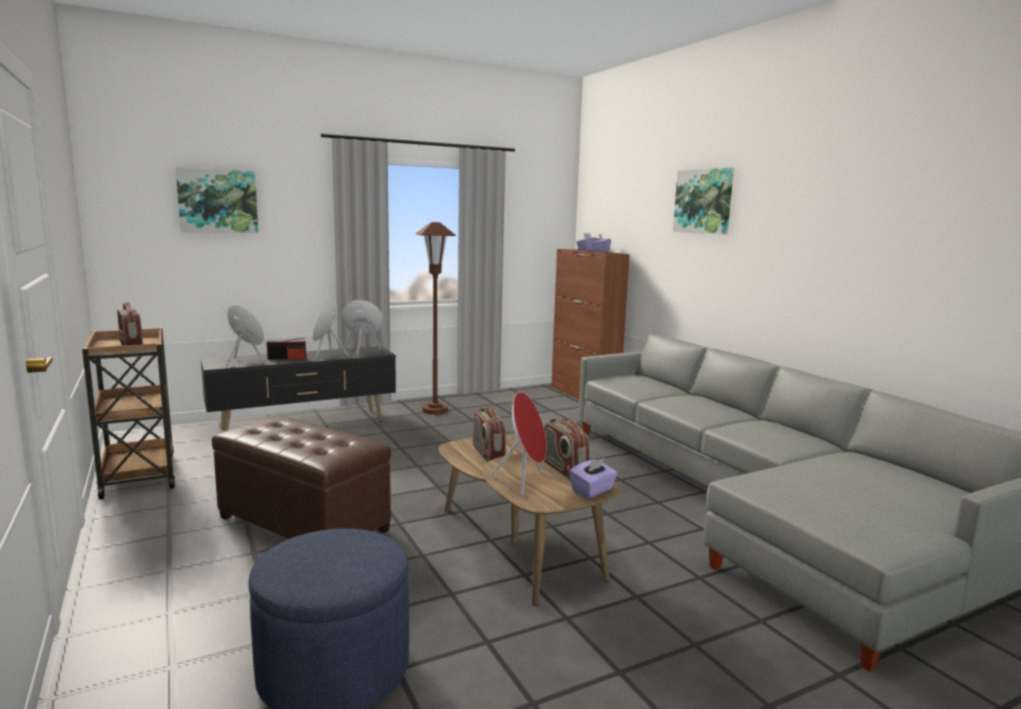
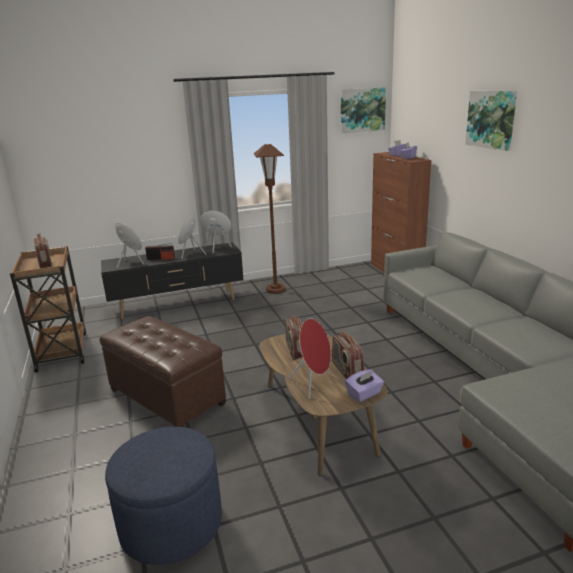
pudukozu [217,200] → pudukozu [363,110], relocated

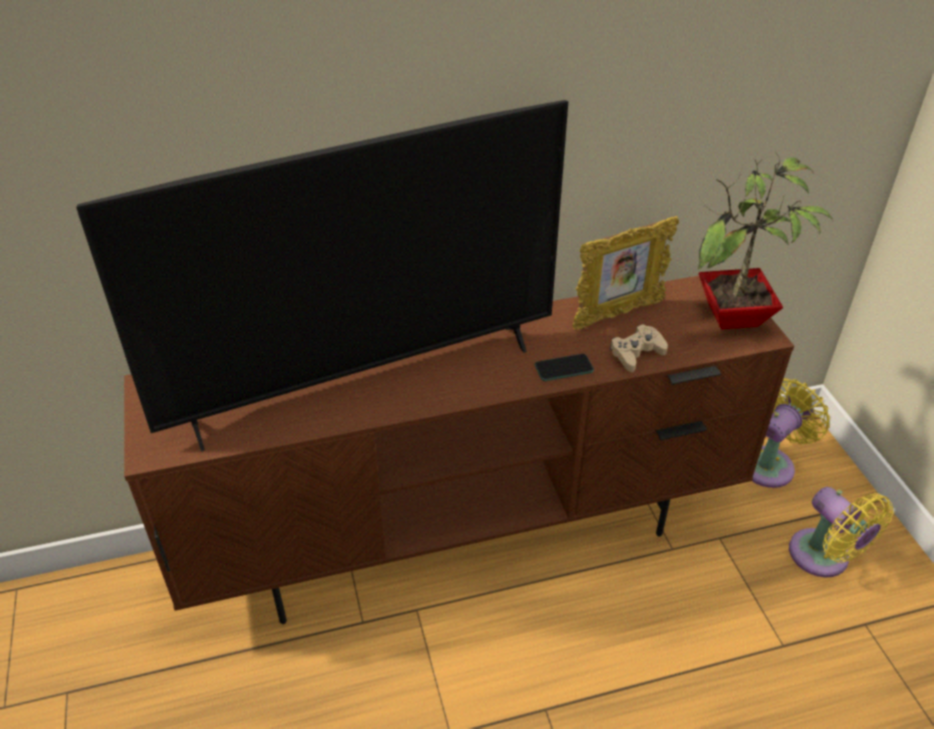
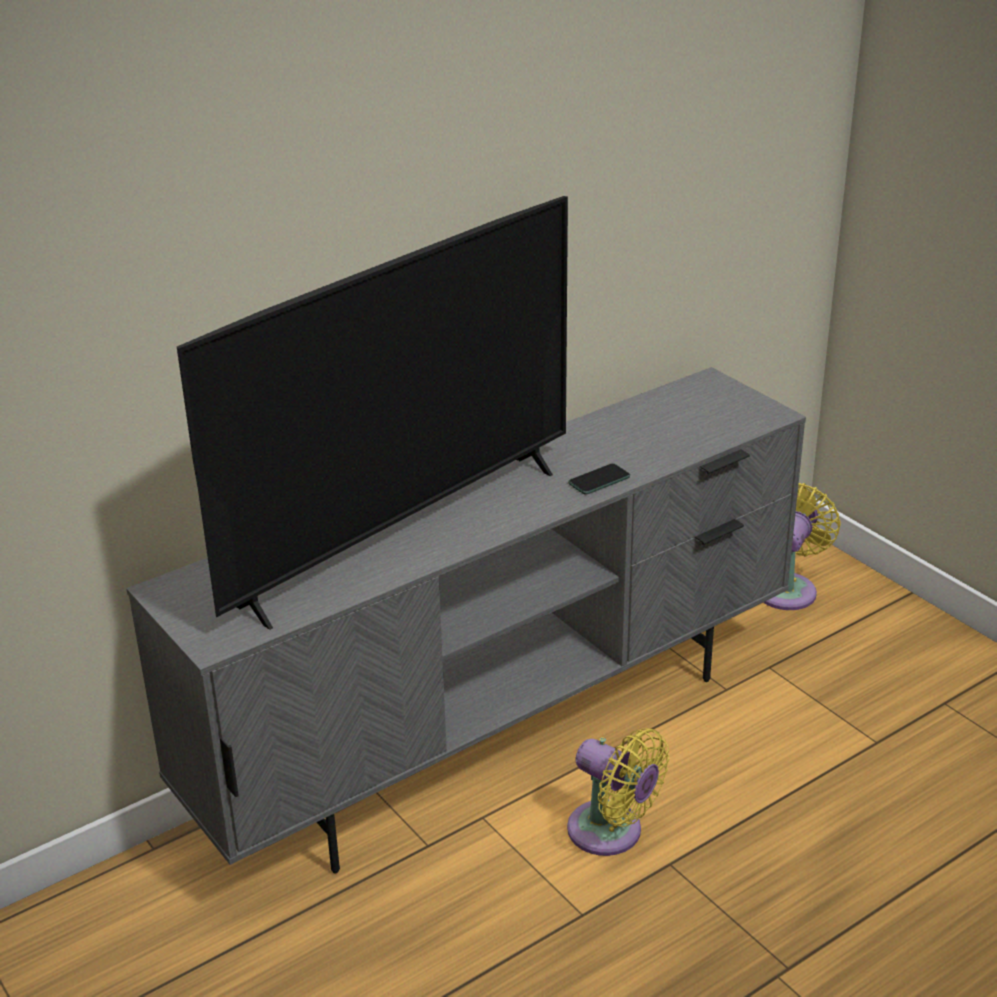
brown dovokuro [459,450] → grey dovokuro [466,620]
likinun [625,273] → -
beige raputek [639,348] → -
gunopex [765,240] → -
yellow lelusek [841,532] → yellow lelusek [618,792], relocated

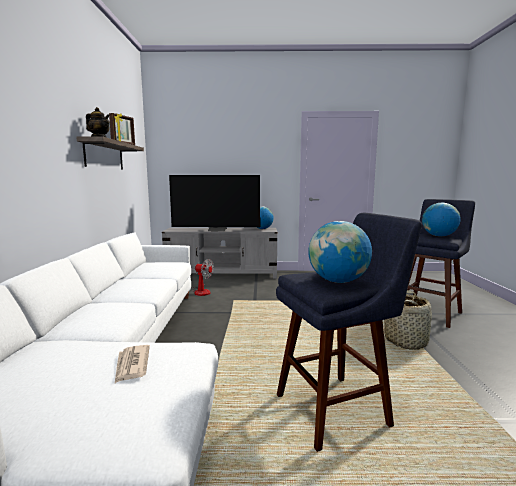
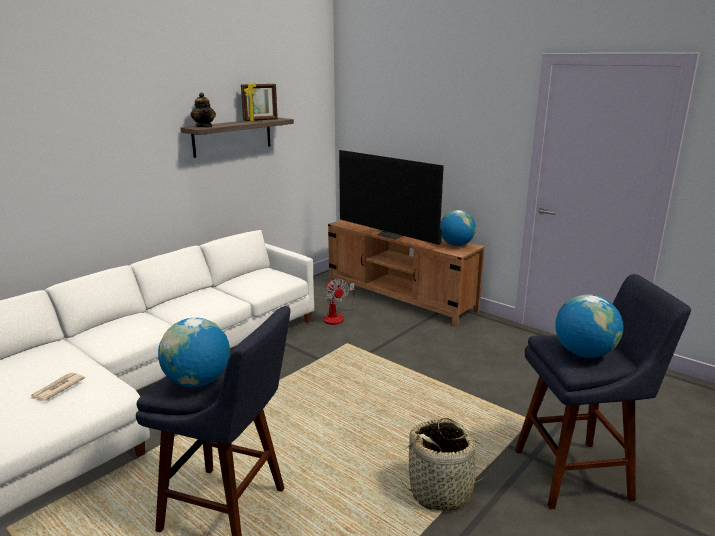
grey dovokuro [220,253] → brown dovokuro [406,273]

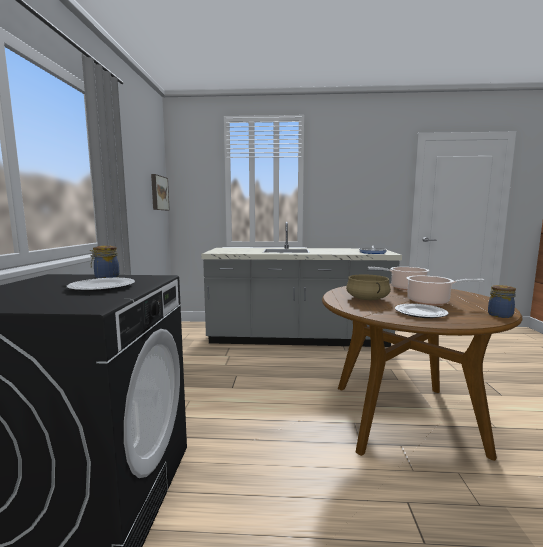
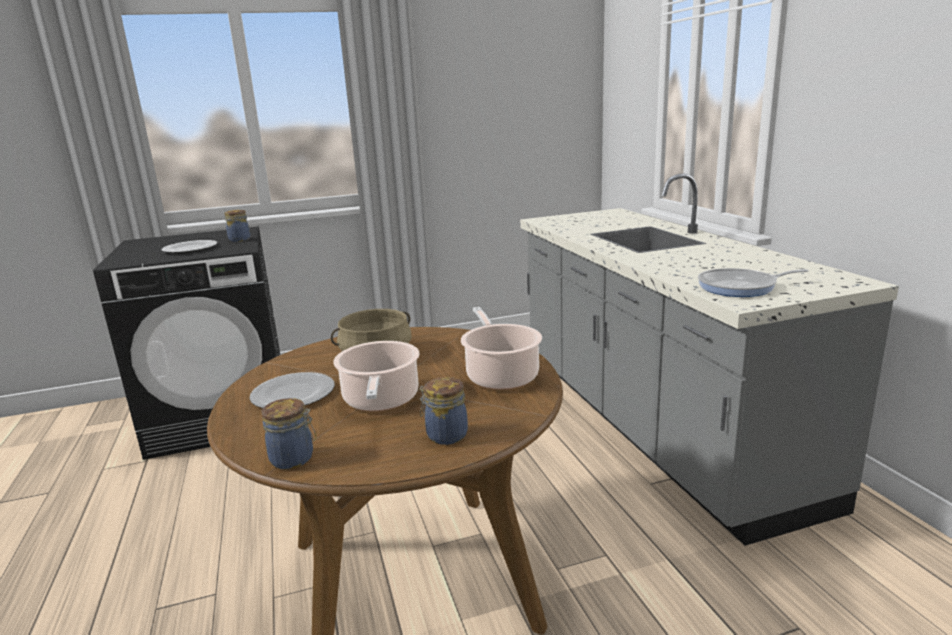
pudukozu [160,192] → -
- → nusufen [444,411]

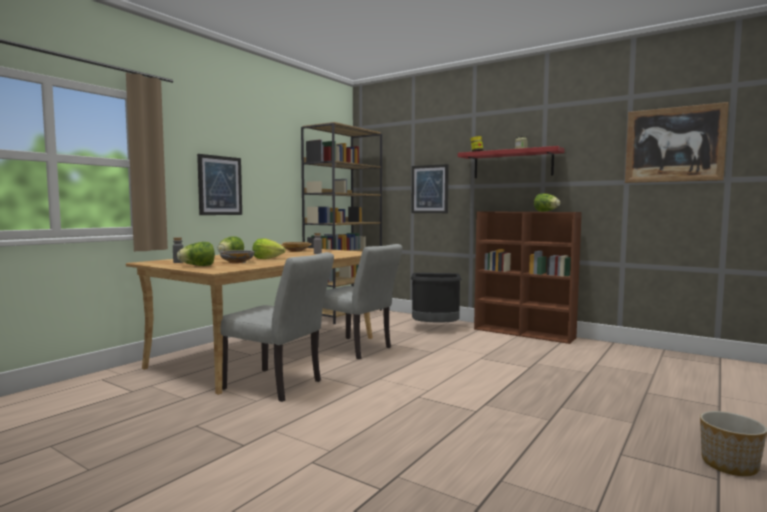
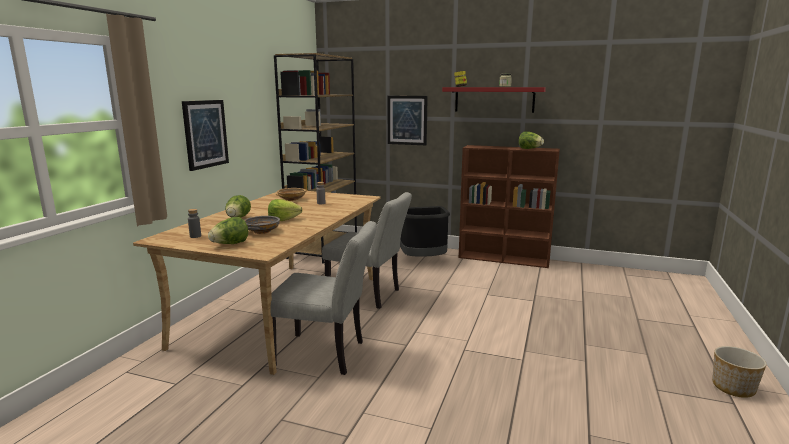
pudukozu [677,142] → -

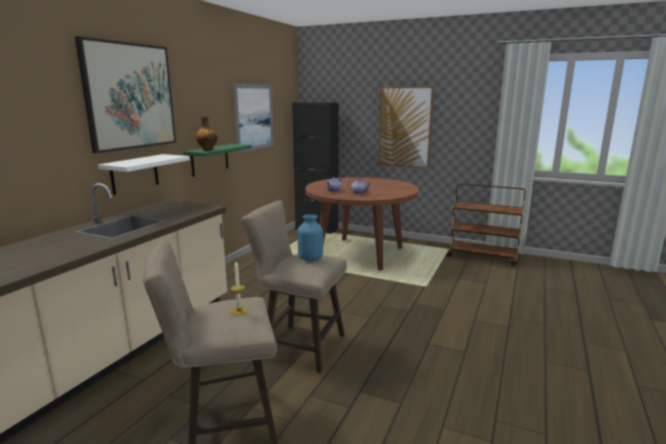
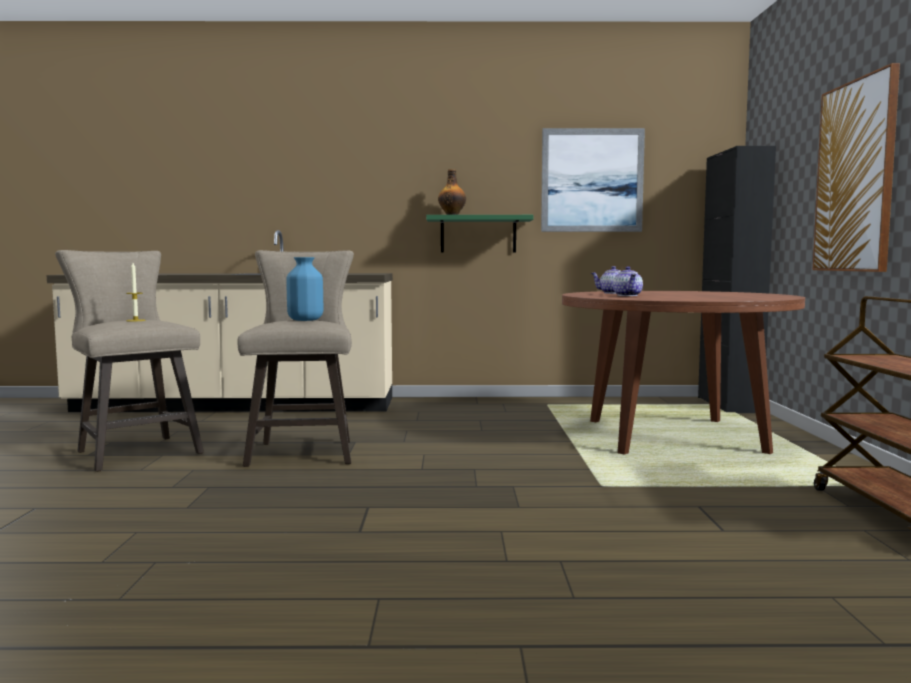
pudukozu [125,94] → -
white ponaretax [144,174] → -

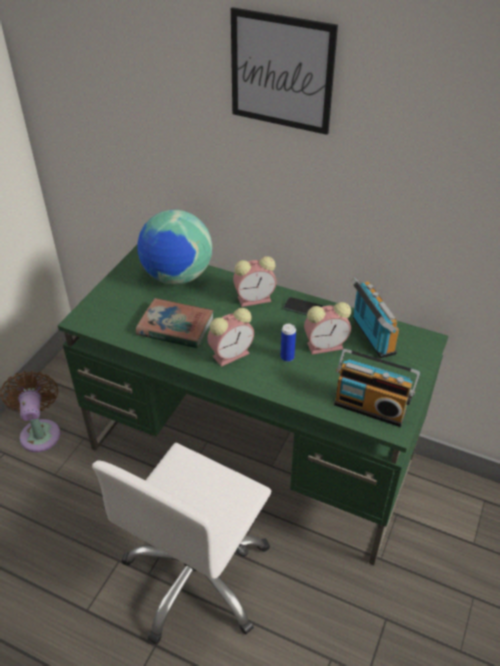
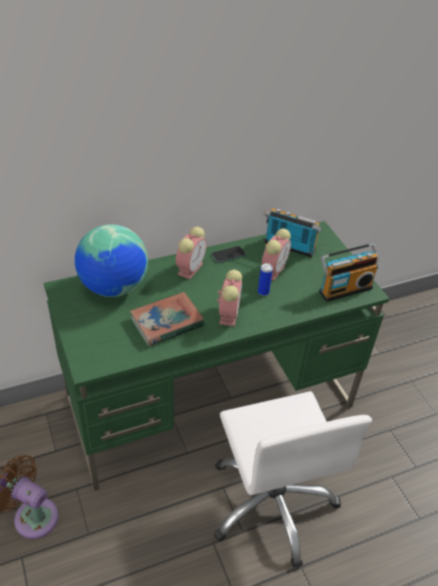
pudukozu [284,71] → -

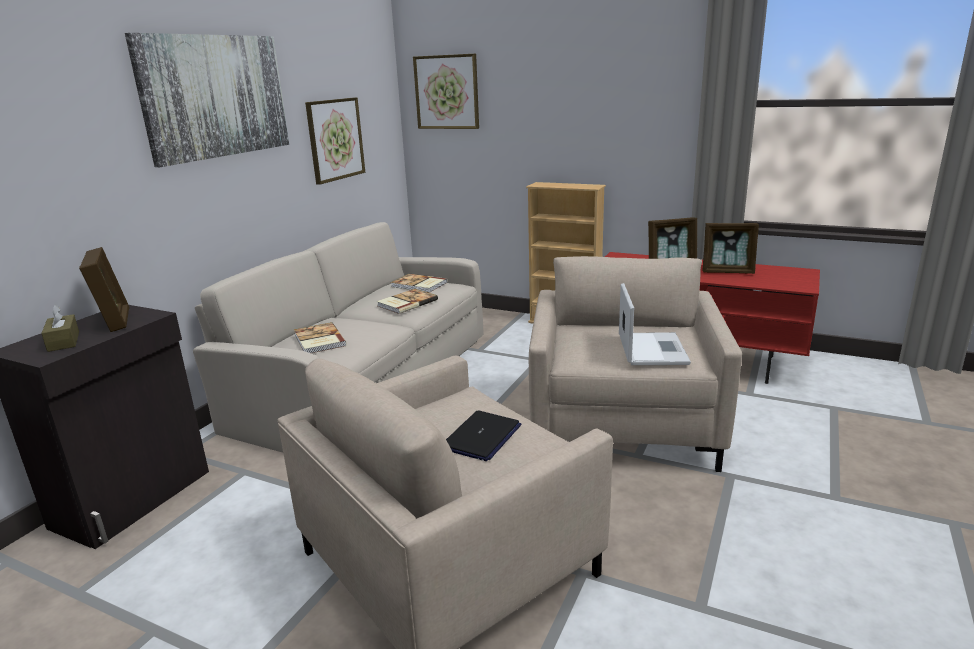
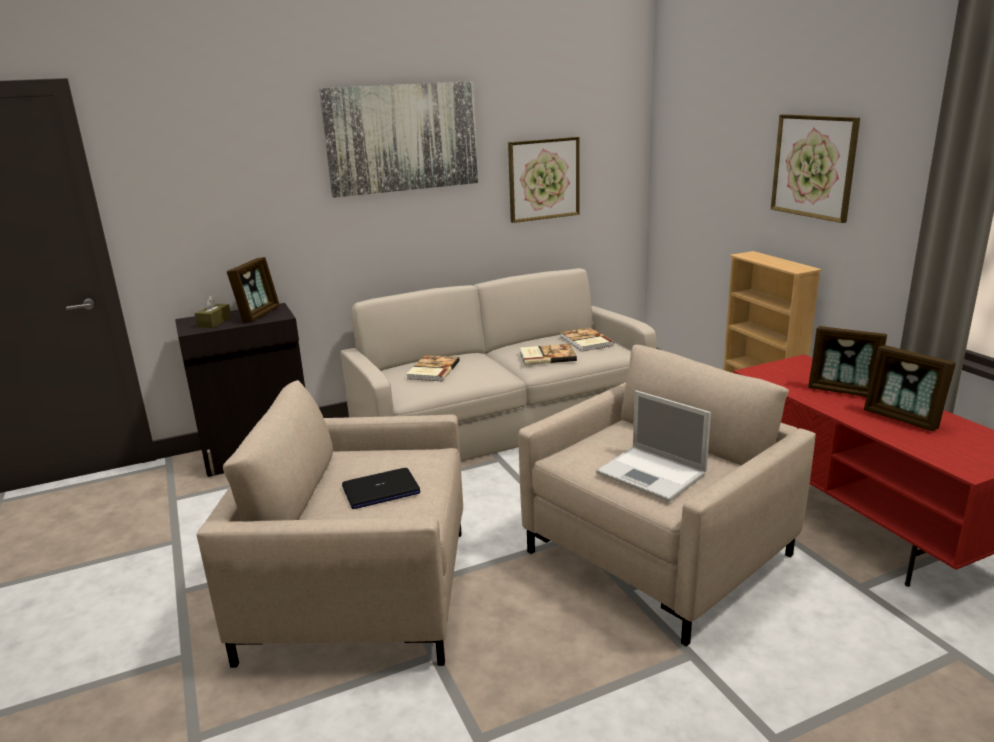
pudukozu [446,91] → pudukozu [815,168], relocated
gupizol [655,324] → gupizol [653,446], 90 degrees clockwise

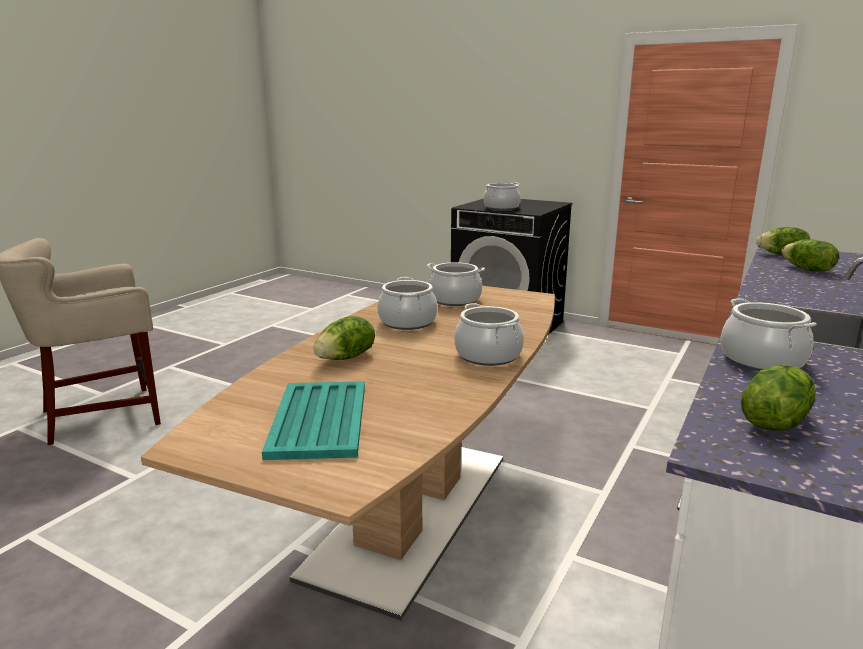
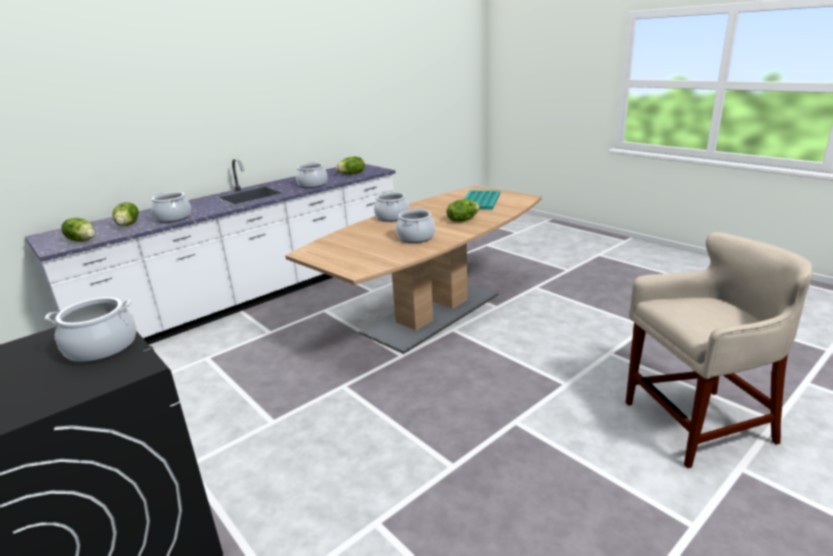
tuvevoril [456,284] → tuvevoril [171,207], relocated

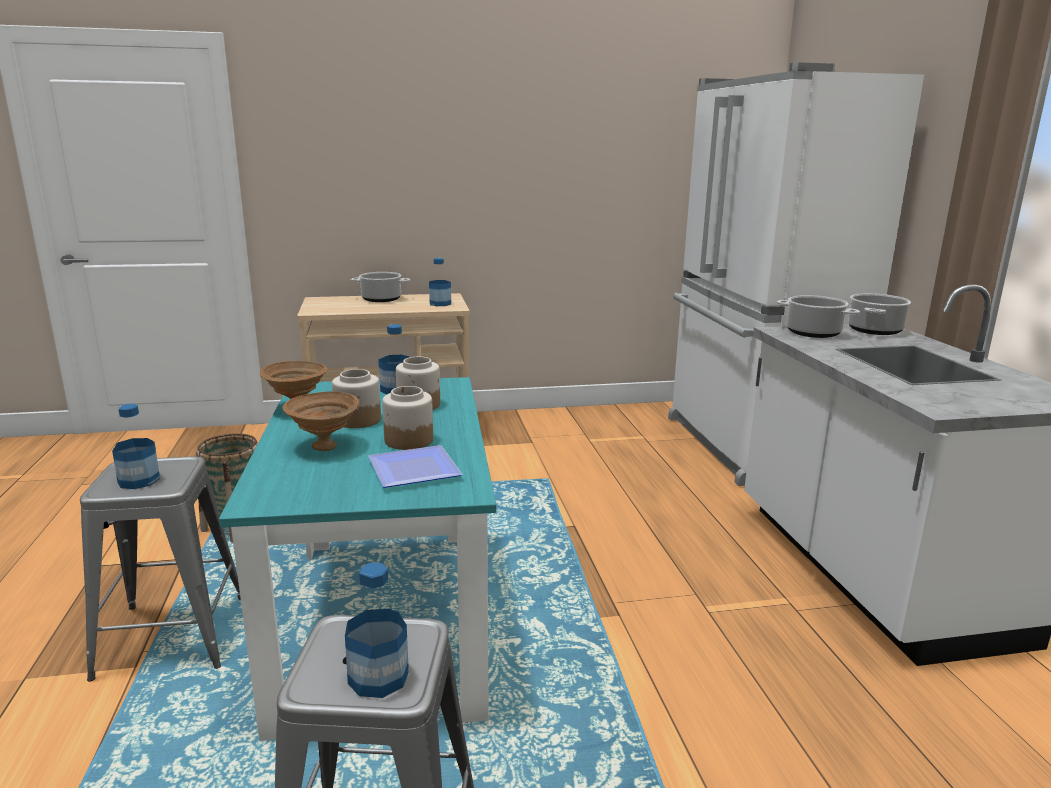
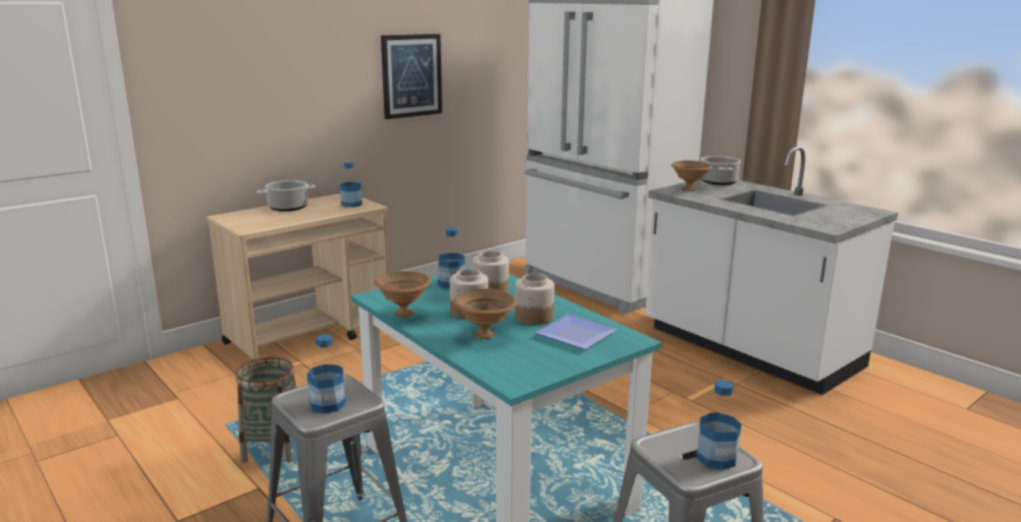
tuvevoril [818,316] → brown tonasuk [692,175]
- → pudukozu [411,76]

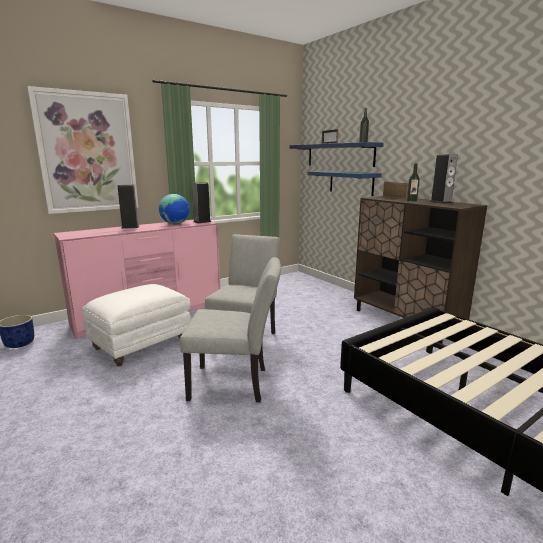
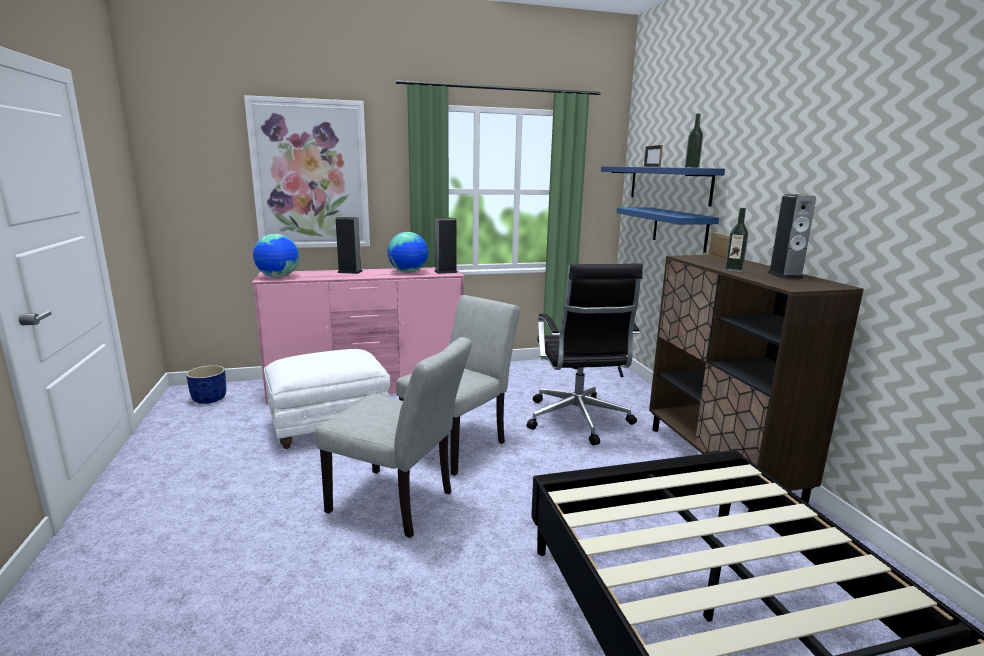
- → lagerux [276,255]
- → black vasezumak [585,354]

